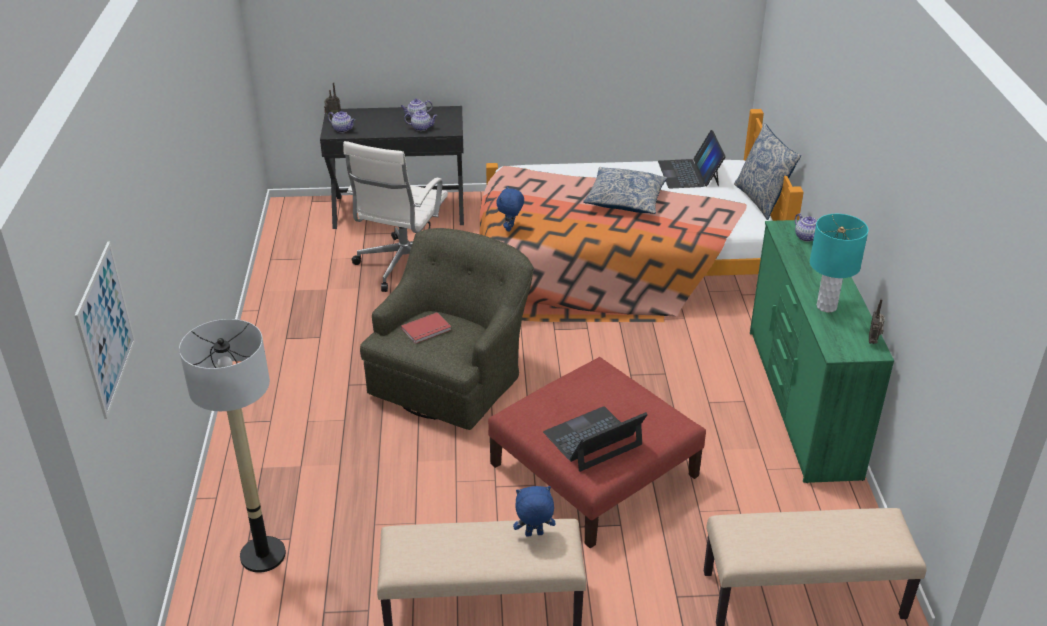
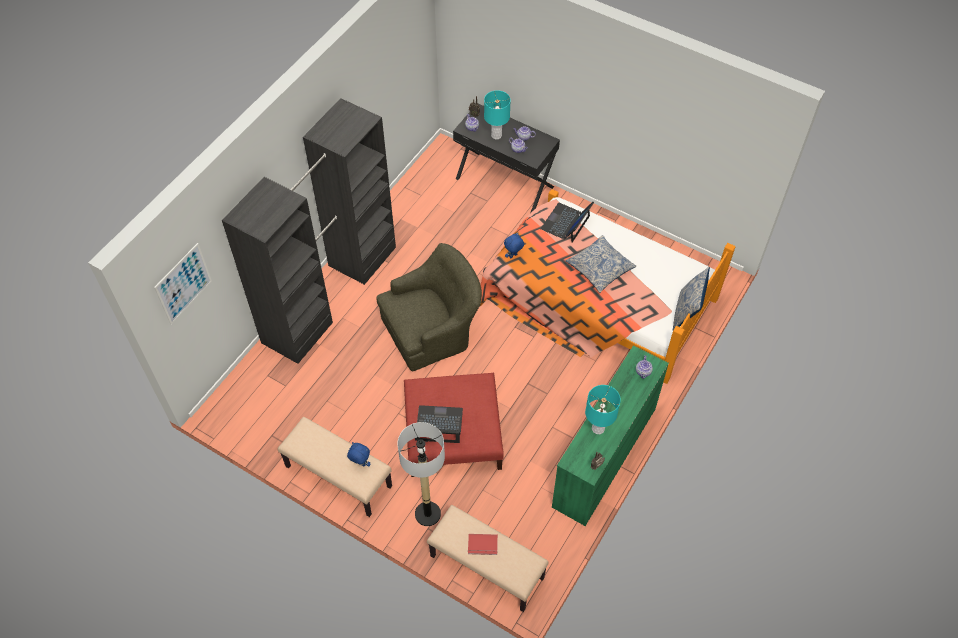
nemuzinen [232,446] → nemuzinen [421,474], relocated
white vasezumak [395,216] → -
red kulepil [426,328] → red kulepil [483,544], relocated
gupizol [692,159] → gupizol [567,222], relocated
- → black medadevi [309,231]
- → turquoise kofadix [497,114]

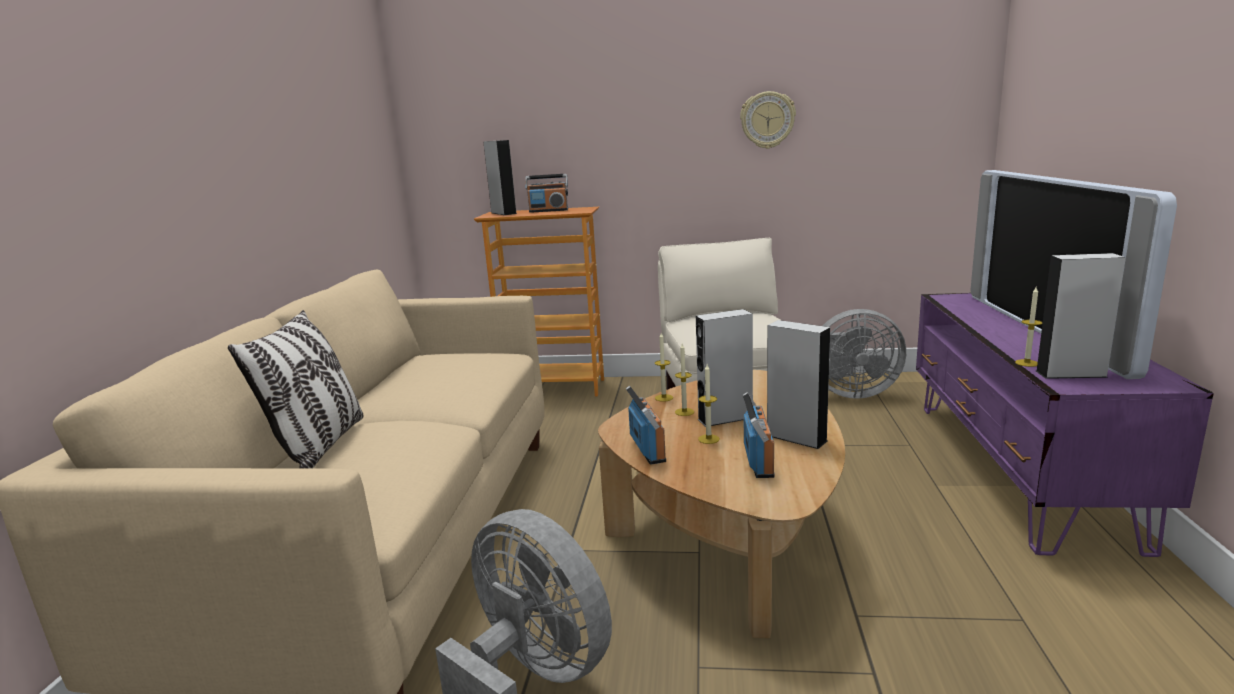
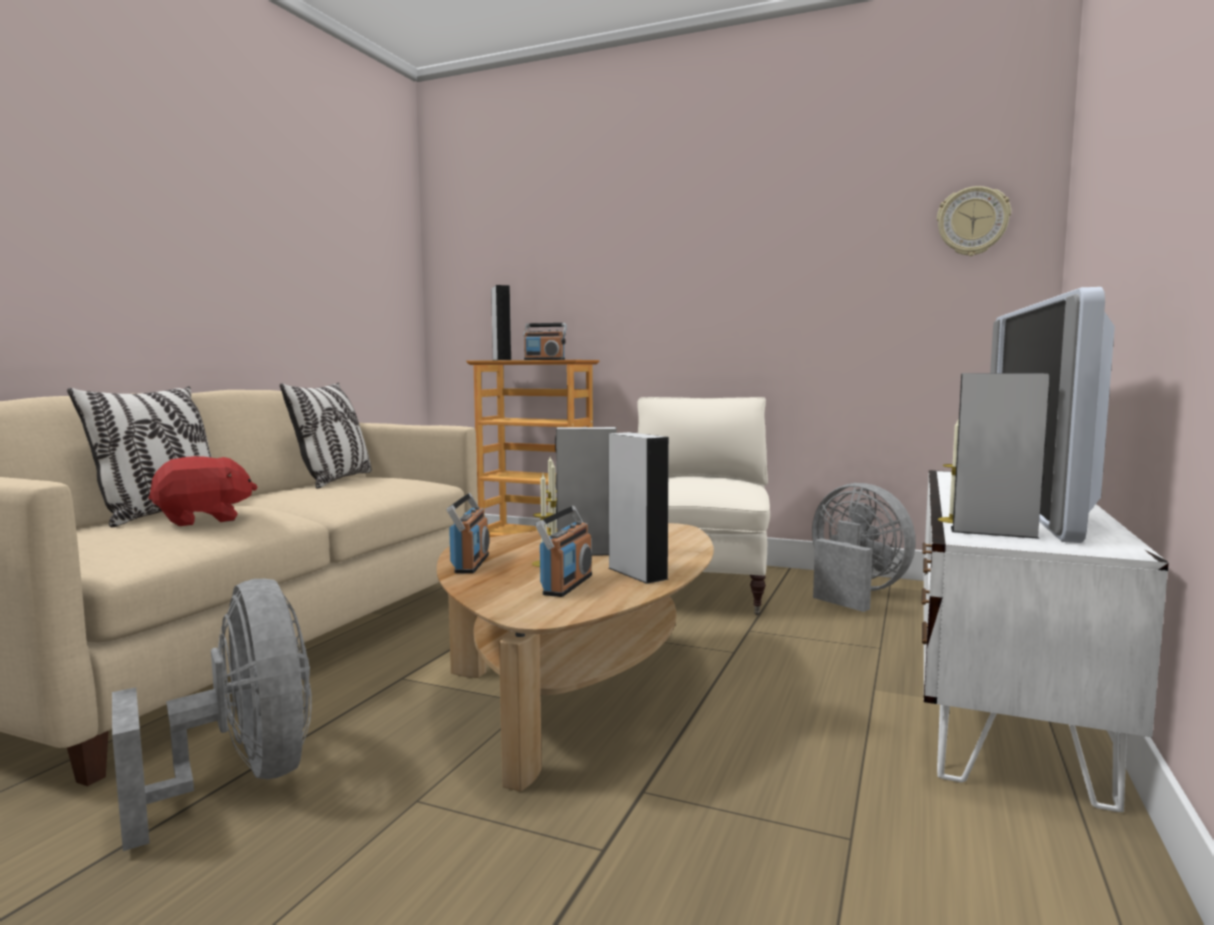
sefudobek [768,120] → sefudobek [974,221], relocated
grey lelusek [864,354] → grey lelusek [864,547], 150 degrees counterclockwise
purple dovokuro [1065,425] → white dovokuro [1045,641]
- → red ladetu [202,491]
- → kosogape [326,436]

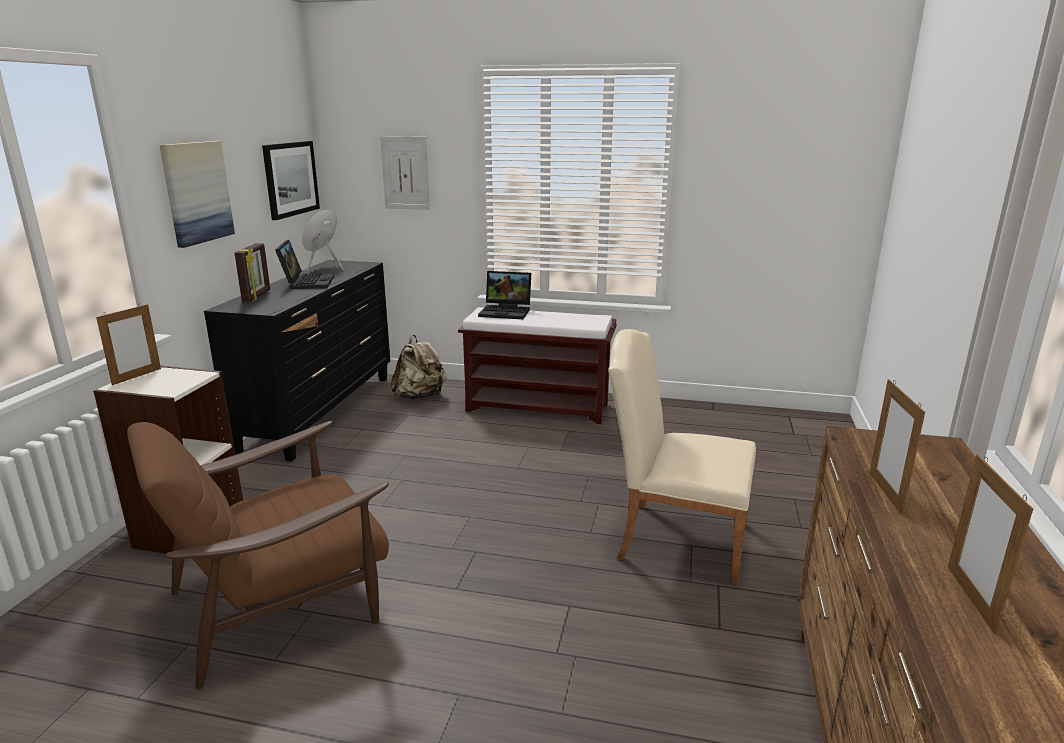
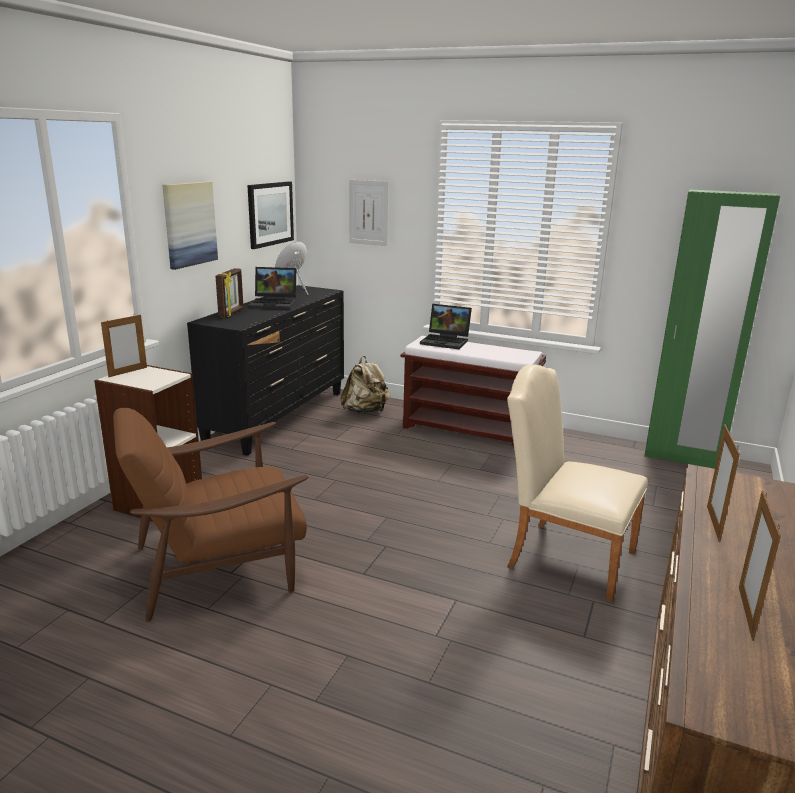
gupizol [304,264] → gupizol [272,288], 90 degrees clockwise
- → green medadevi [712,329]

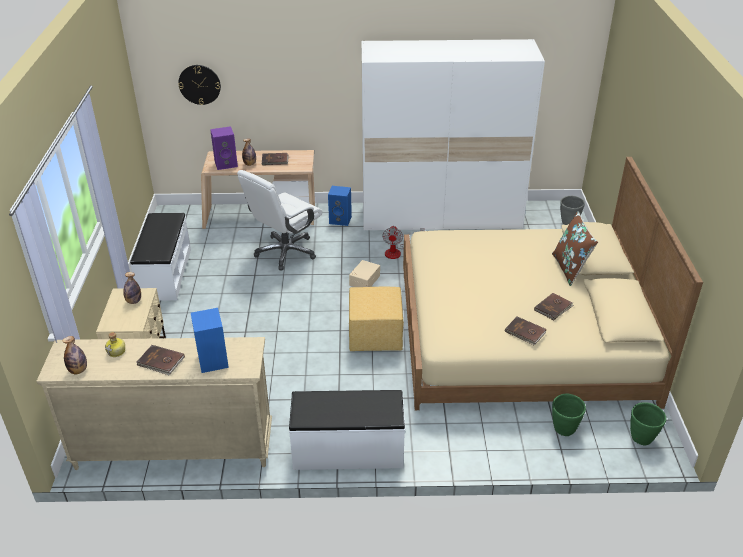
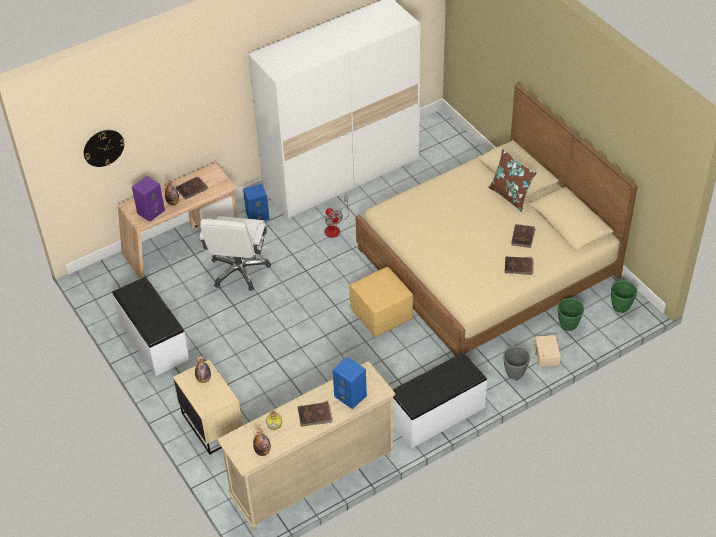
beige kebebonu [364,273] → beige kebebonu [547,351], relocated
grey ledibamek [572,210] → grey ledibamek [516,363], relocated

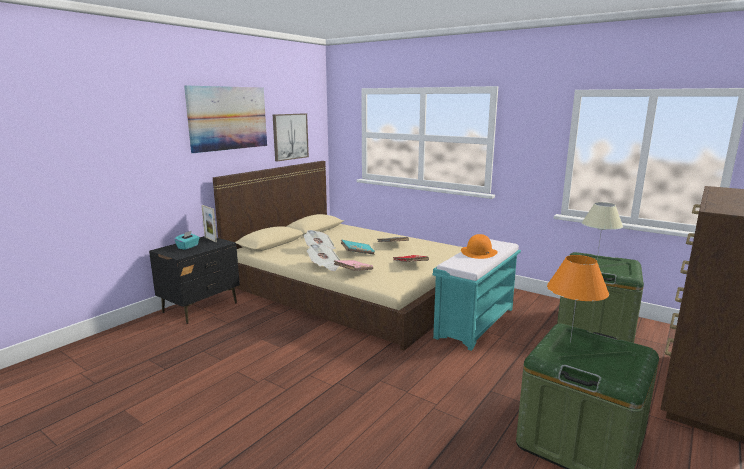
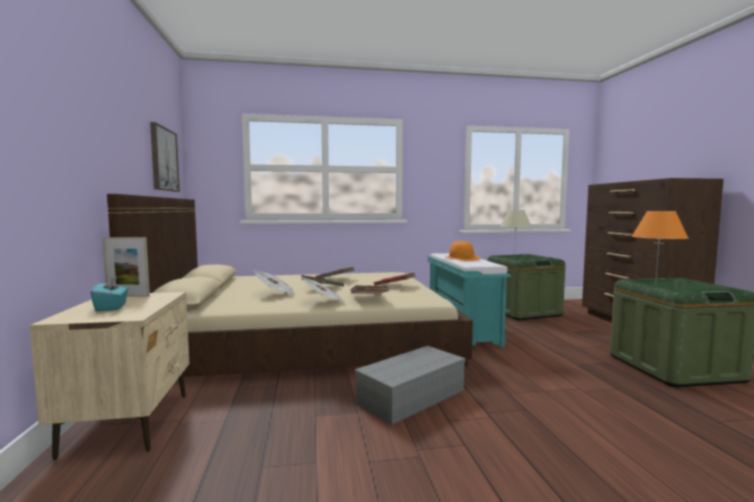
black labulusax [194,280] → beige labulusax [110,376]
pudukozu [225,119] → -
- → grey kebebonu [410,385]

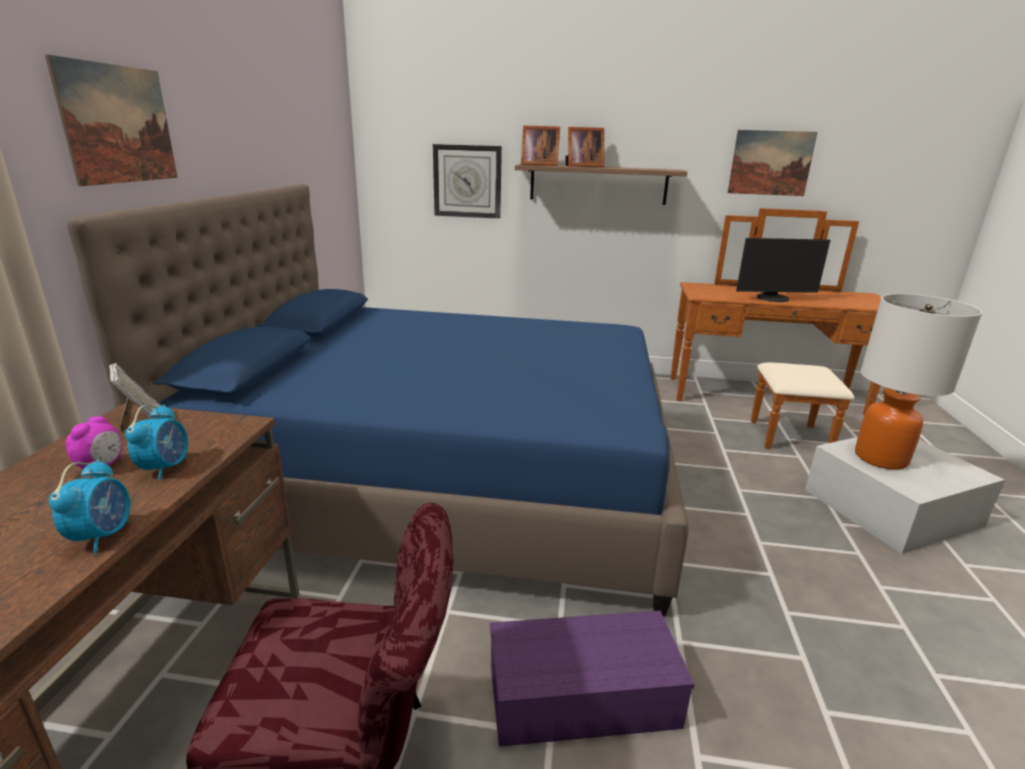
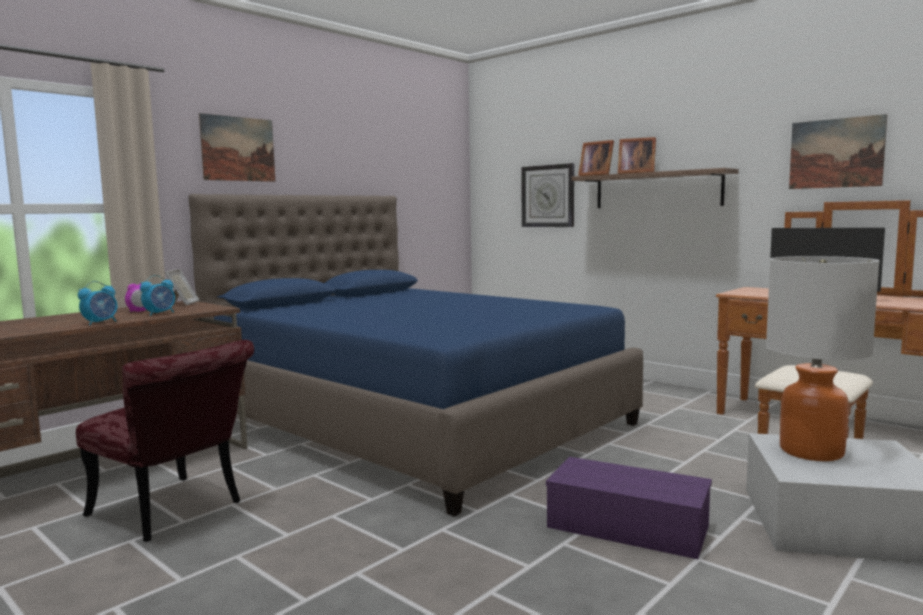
purple kebebonu [592,679] → purple kebebonu [629,508], relocated

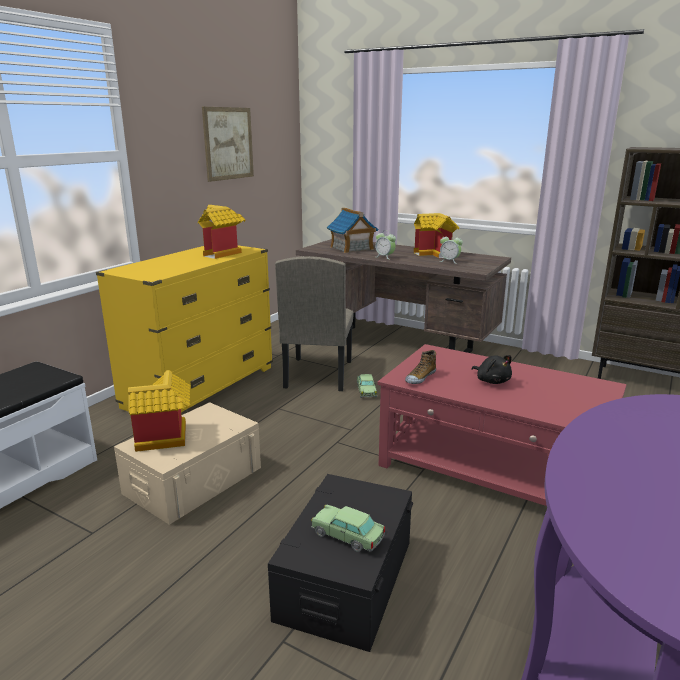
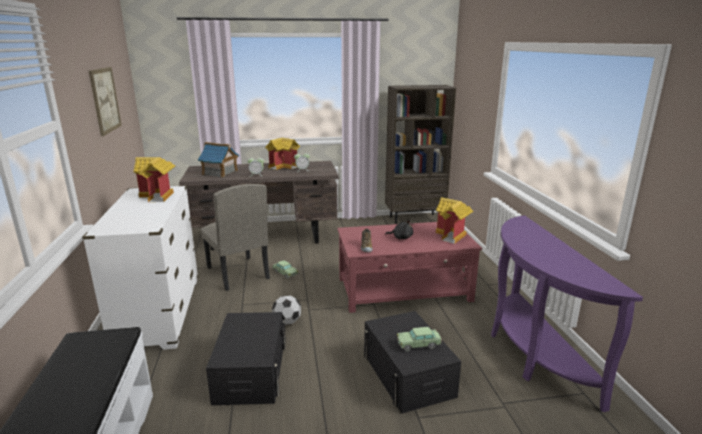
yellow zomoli [184,328] → white zomoli [140,268]
beige kebebonu [187,463] → black kebebonu [246,358]
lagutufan [159,411] → lagutufan [455,220], relocated
- → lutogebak [286,310]

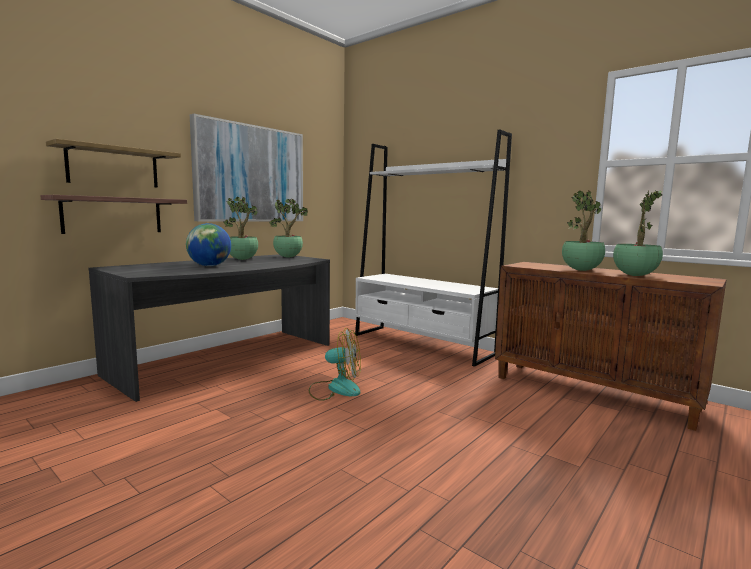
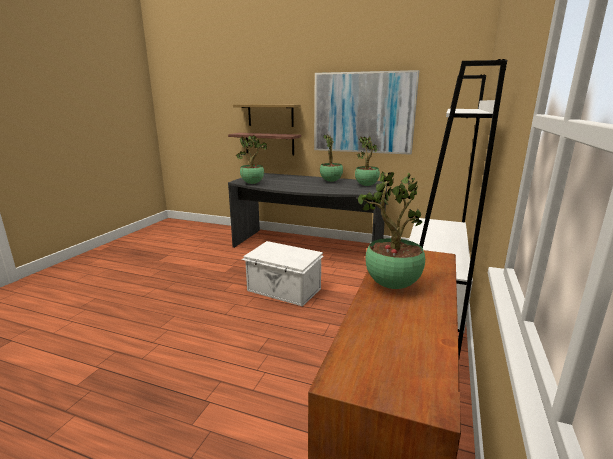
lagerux [208,244] → -
lelusek [335,364] → white kebebonu [282,274]
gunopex [638,233] → gunopex [251,159], relocated

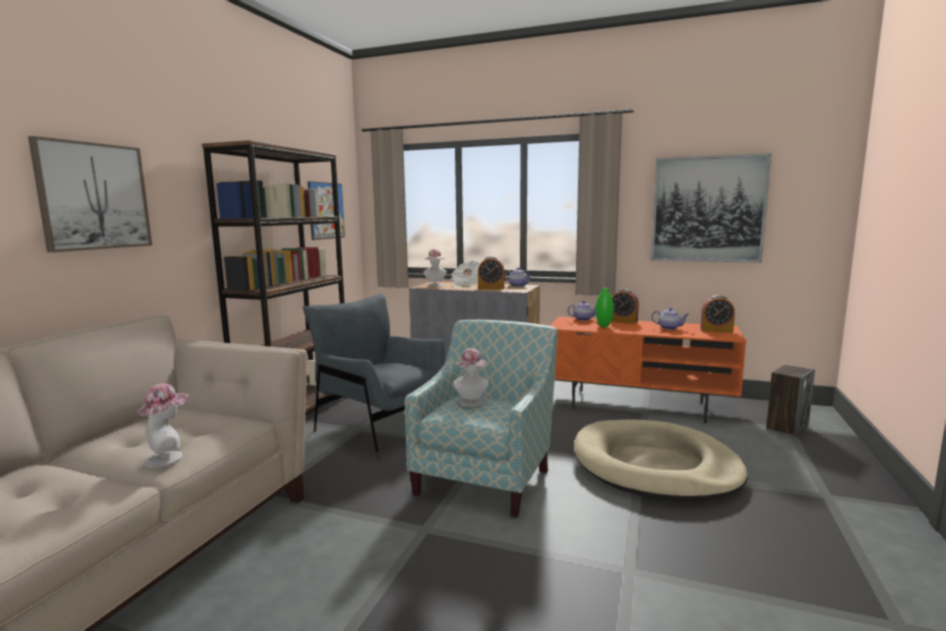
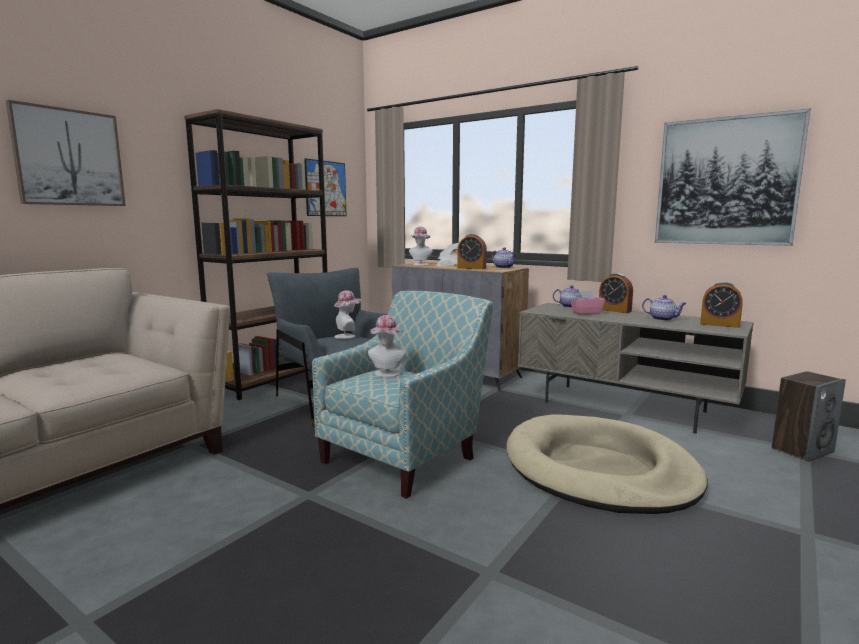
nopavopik [163,425] → nopavopik [347,314], relocated
orange dovokuro [648,370] → grey dovokuro [636,368]
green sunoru [605,307] → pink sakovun [587,302]

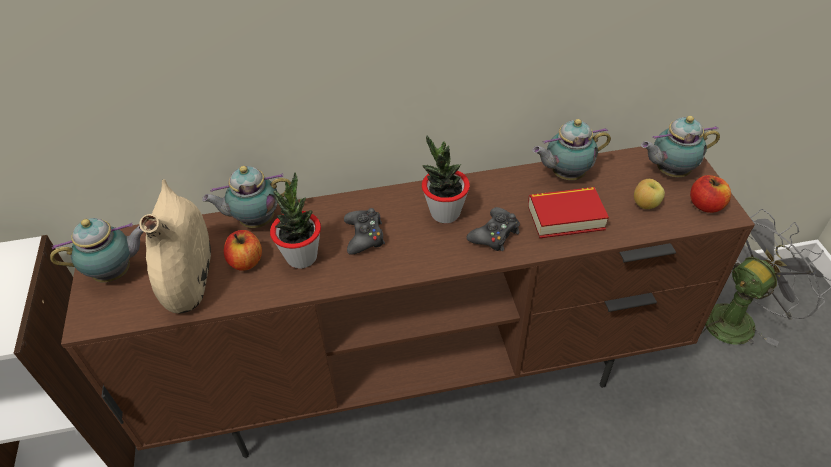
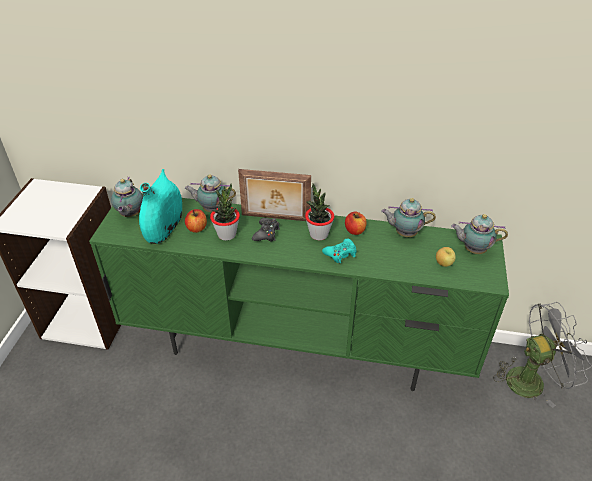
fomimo [97,250] → fomimo [127,197], 90 degrees clockwise
brown dovokuro [408,302] → green dovokuro [299,292]
beige sunoru [175,246] → turquoise sunoru [160,206]
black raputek [493,229] → turquoise raputek [339,251]
kulepil [568,212] → -
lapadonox [710,194] → lapadonox [356,223], relocated
- → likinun [274,195]

